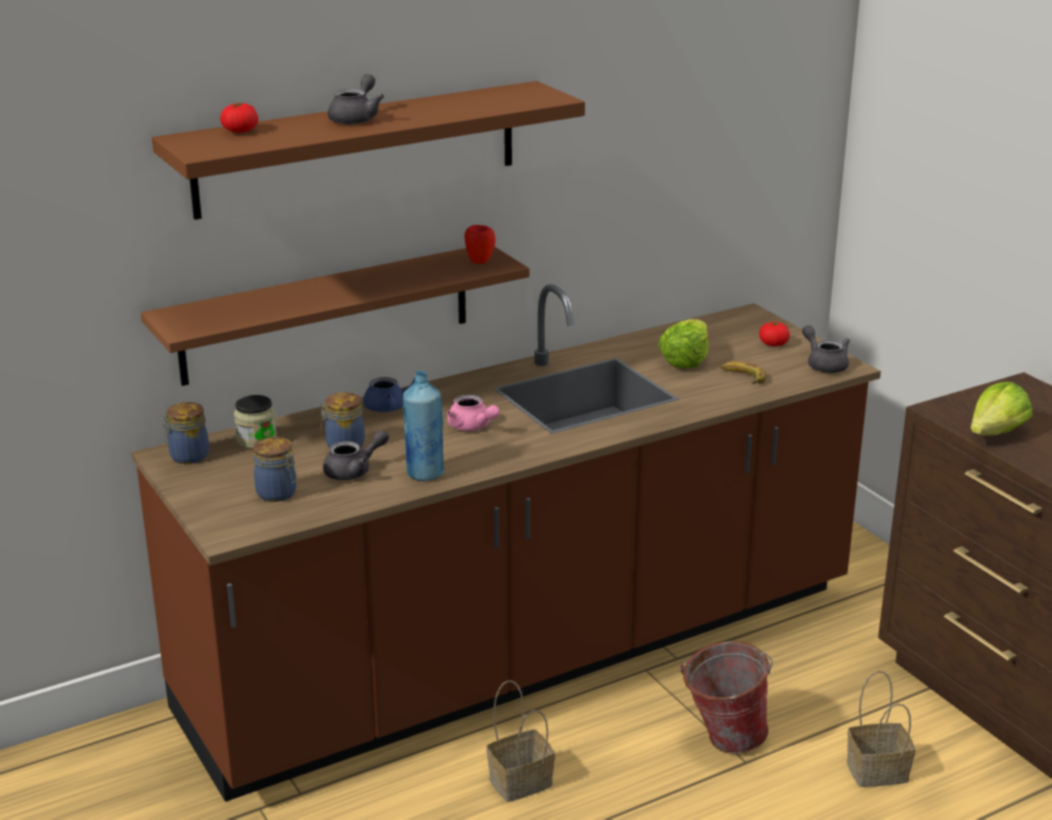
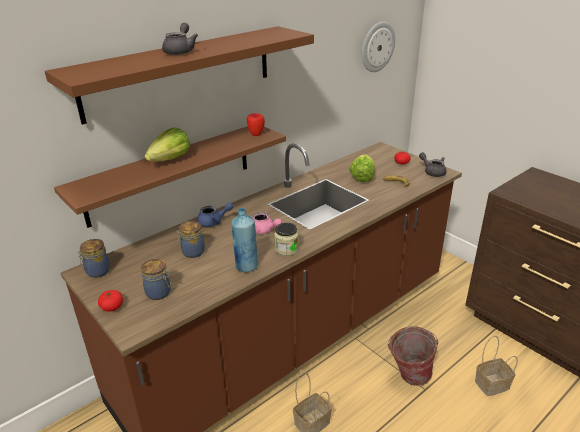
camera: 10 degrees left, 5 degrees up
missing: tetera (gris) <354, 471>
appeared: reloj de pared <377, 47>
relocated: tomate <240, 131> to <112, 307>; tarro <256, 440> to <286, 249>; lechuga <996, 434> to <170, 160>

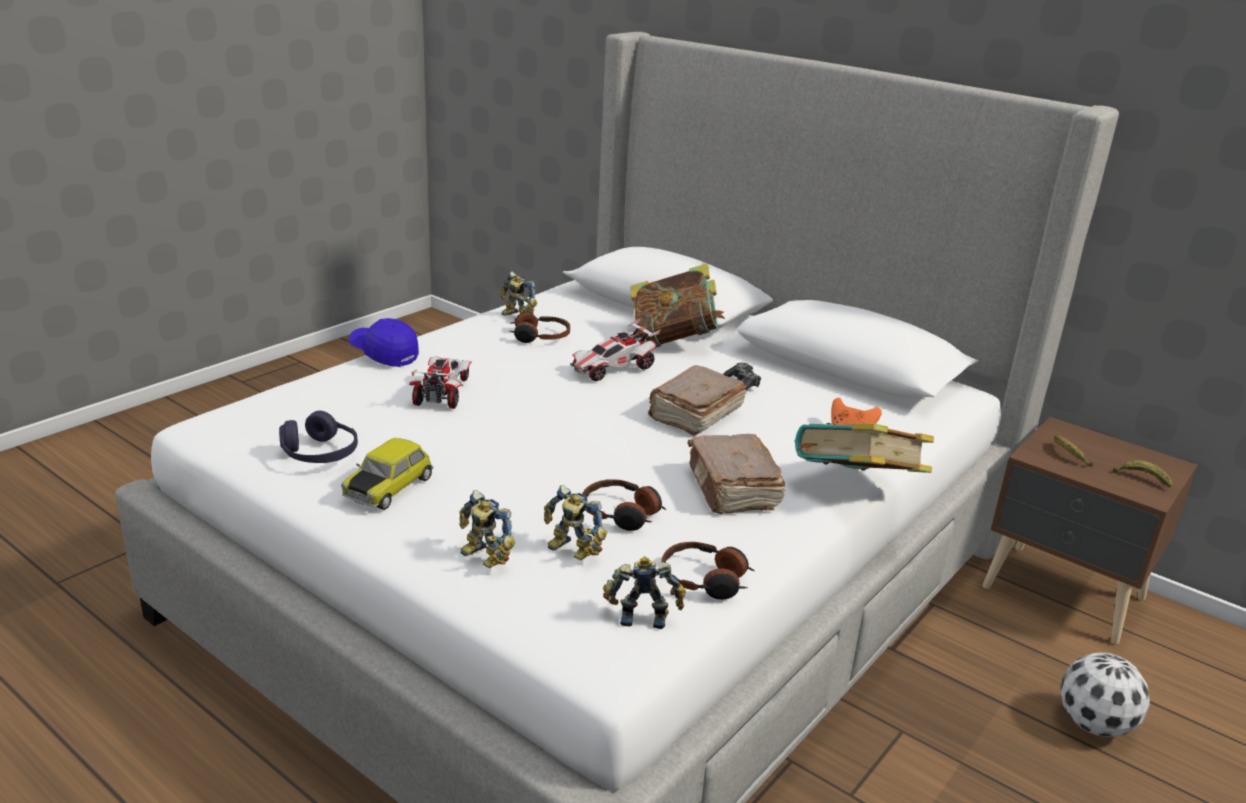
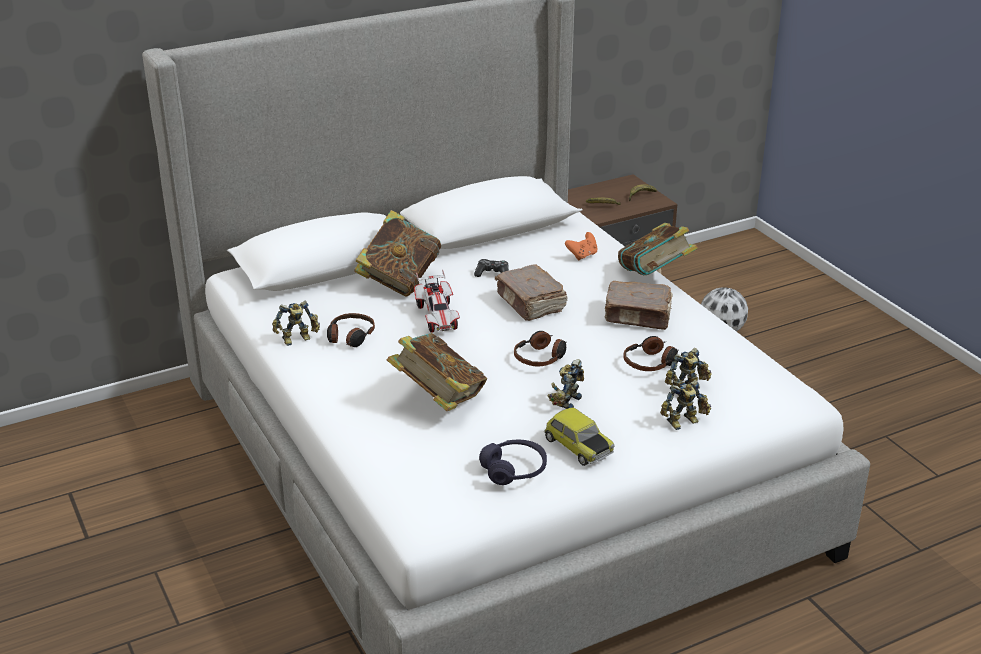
camera: 65 degrees left, 5 degrees up
missing: gorra (azul) <384, 354>
relocated: robot de juguete <642, 615> to <566, 401>; auriculares <705, 580> to <541, 357>
exchanged: coche de juguete <442, 392> to libro <438, 399>

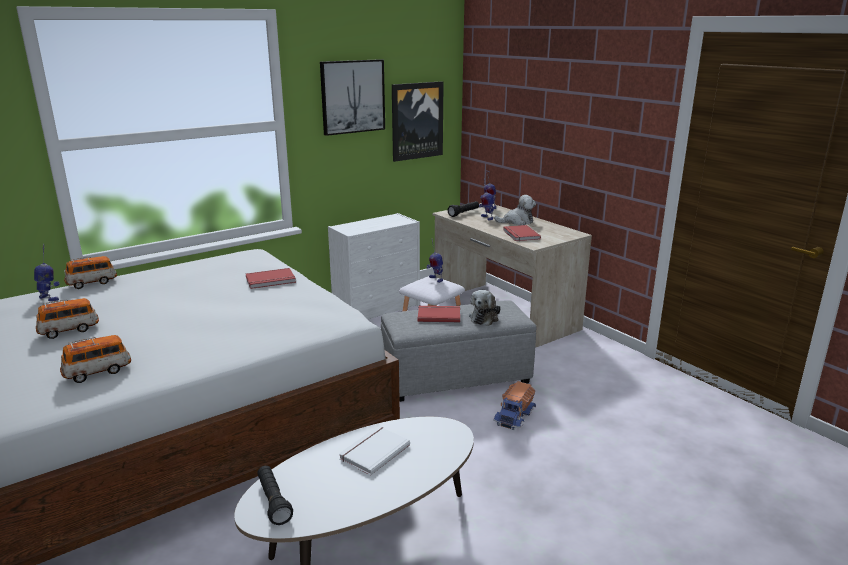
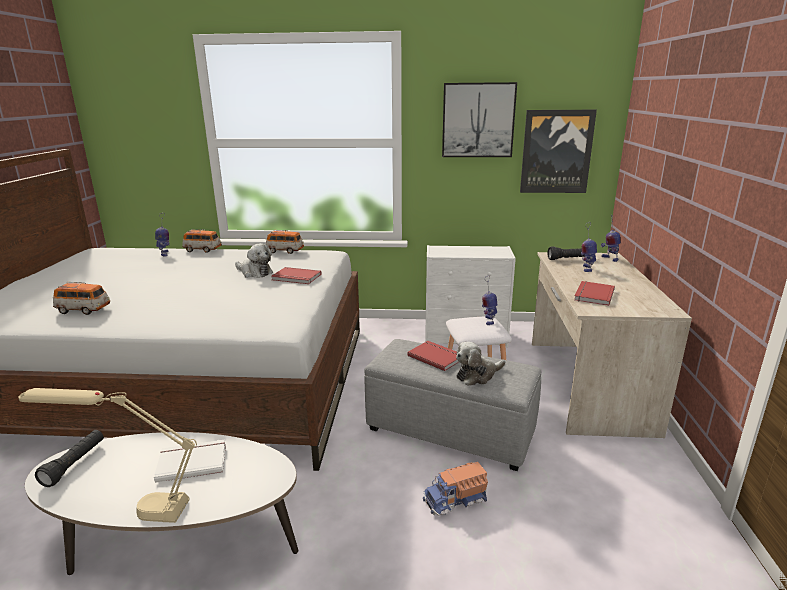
camera: 40 degrees right, 0 degrees up
appeared: lámpara de mesa (beis) <131, 507>
relocated: coche de juguete <69, 330> to <285, 251>; peluche <517, 222> to <254, 272>

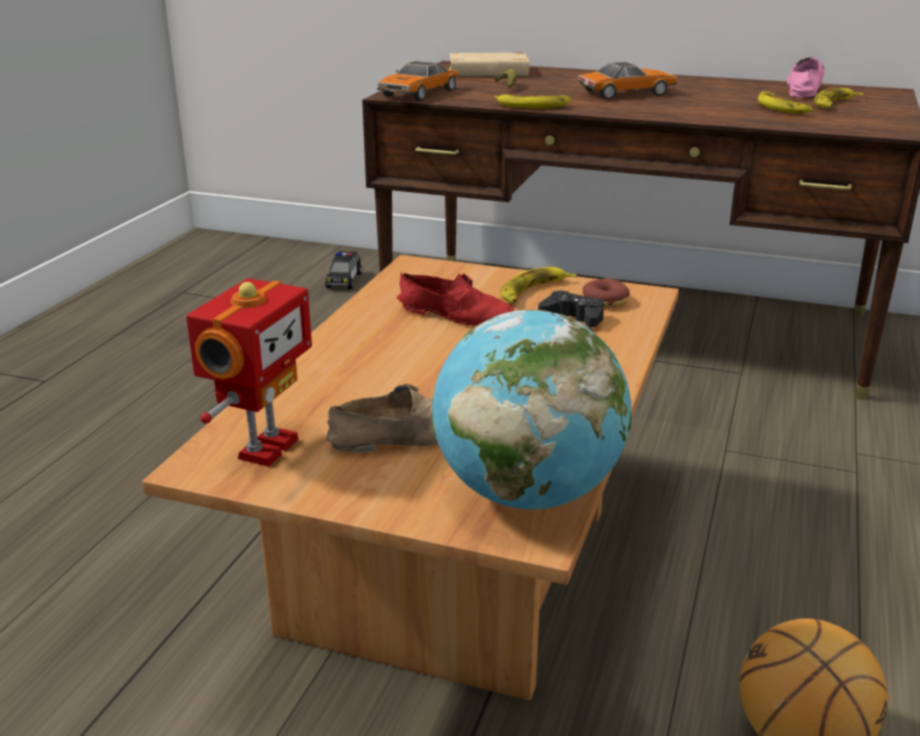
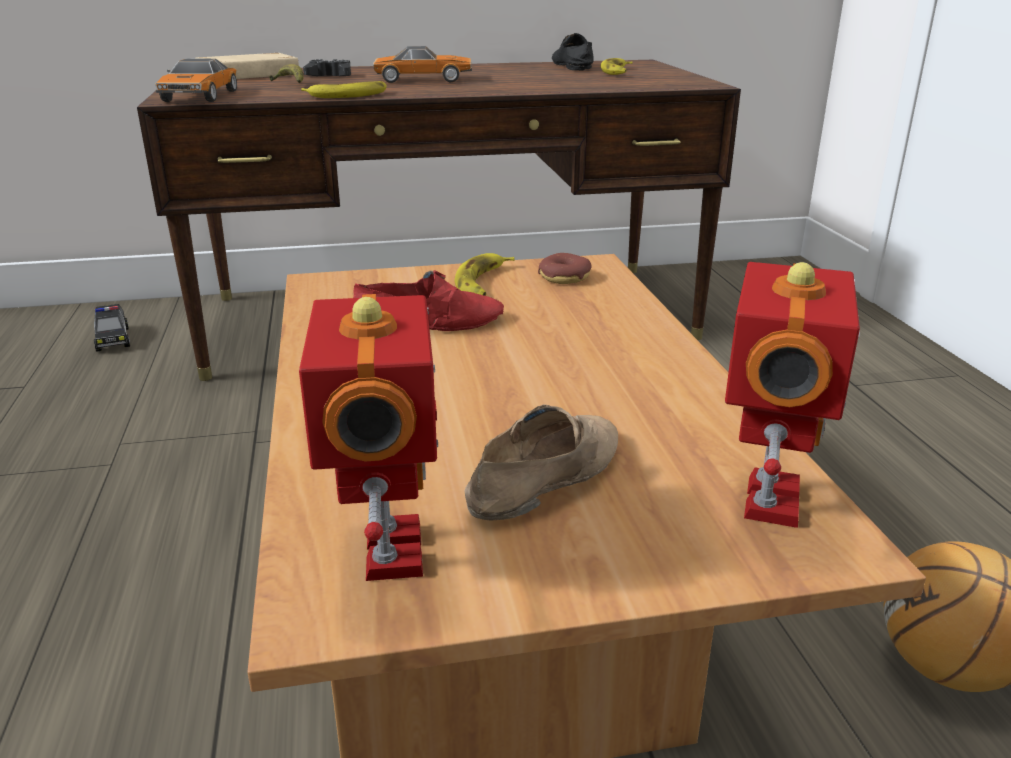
camera: 30 degrees left, 0 degrees up
missing: plátano <782, 108>
relocated: mando de consola (negro) <573, 317> to <329, 76>
exchanged: globo terráqueo <527, 493> to robot de juguete <765, 499>
colour: zapato (rosa) <801, 90> to zapato (negro) <571, 66>
spun: coche de juguete <626, 93> = <424, 79> 45 degrees clockwise

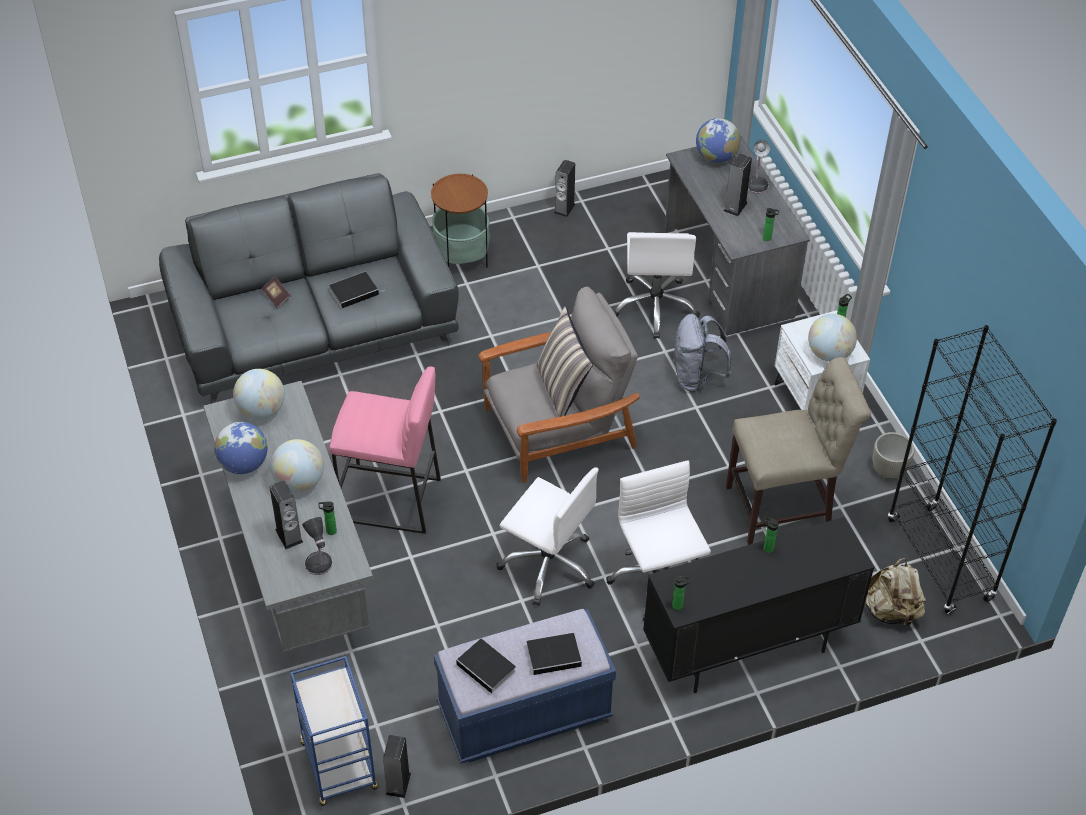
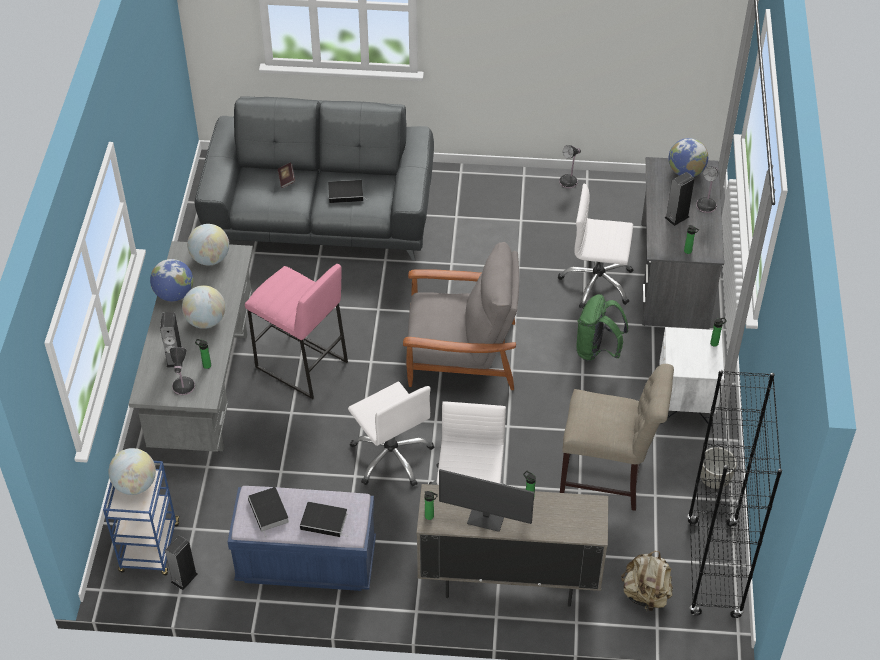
camera: 25 degrees right, 0 degrees up
missing: mesa auxiliar <461, 258>; cojín <562, 389>
appeared: monitor <486, 518>
relocated: globo terráqueo <829, 354> to <135, 485>
exchanged: altavoz <564, 208> to lámpara de mesa <569, 181>
colour: armario (negro) <747, 650> to armario (beis) <508, 580>; mochila (gris) <697, 377> to mochila (verde) <597, 350>
spun: silla de oficina (blanco) <655, 307> = <597, 283> 75 degrees clockwise

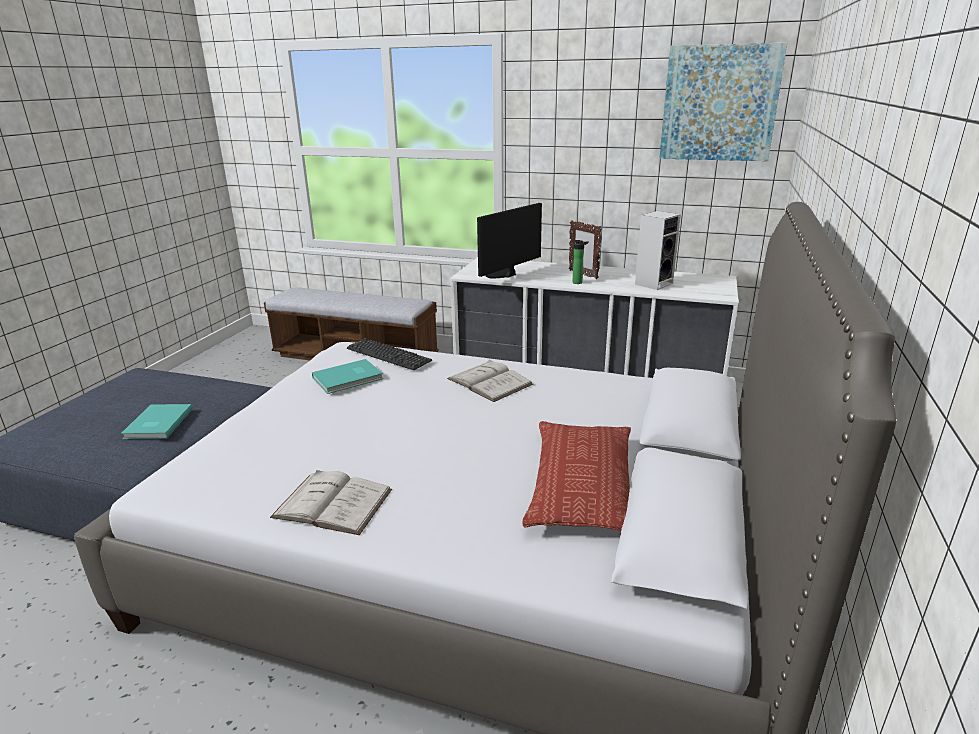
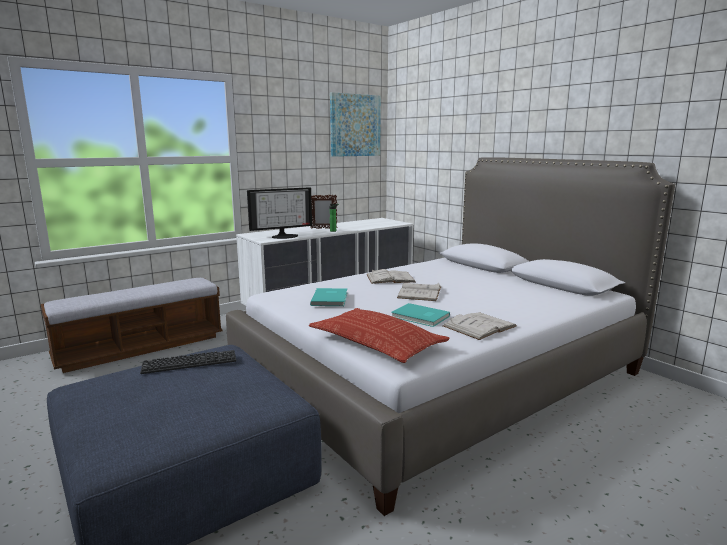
camera: 55 degrees left, 10 degrees down
missing: altavoz <654, 283>
appeared: libro (blanco) <420, 292>
relocated: libro (turquesa) <157, 424> to <420, 317>; teclado <388, 355> to <189, 362>; cojín <581, 484> to <376, 342>
spun: monitor <503, 274> = <284, 236> 105 degrees counterclockwise

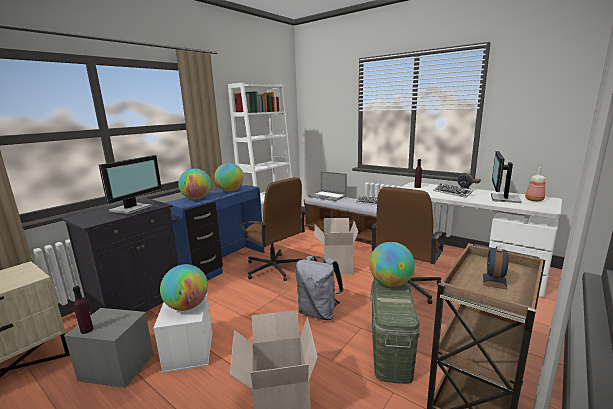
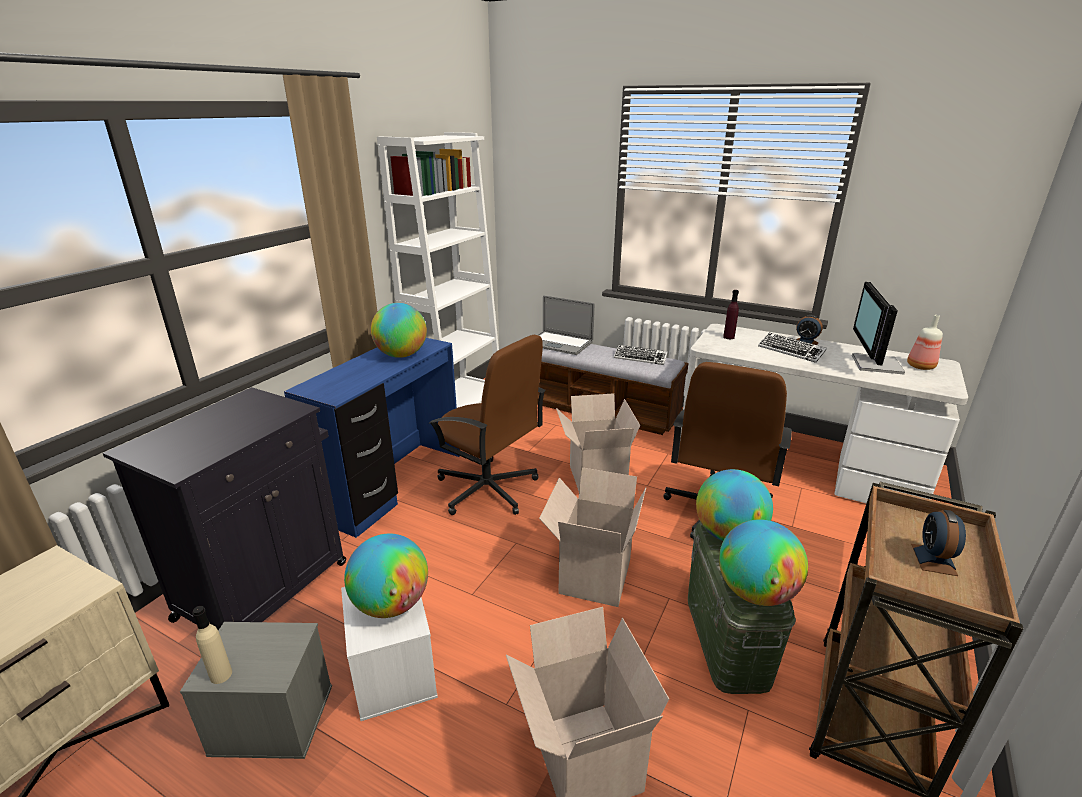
camera: 10 degrees left, 10 degrees up
missing: monitor <132, 208>
relocated: globo terráqueo <196, 199> to <755, 593>
exchanged: mochila (gris) <319, 312> to caja de cartón <593, 574>
colour: botella (morado) <87, 330> to botella (beis) <221, 675>

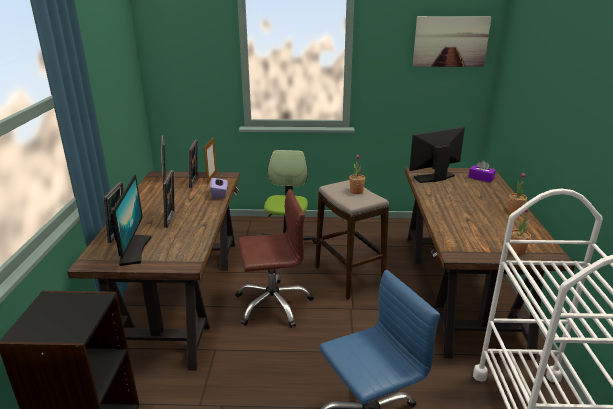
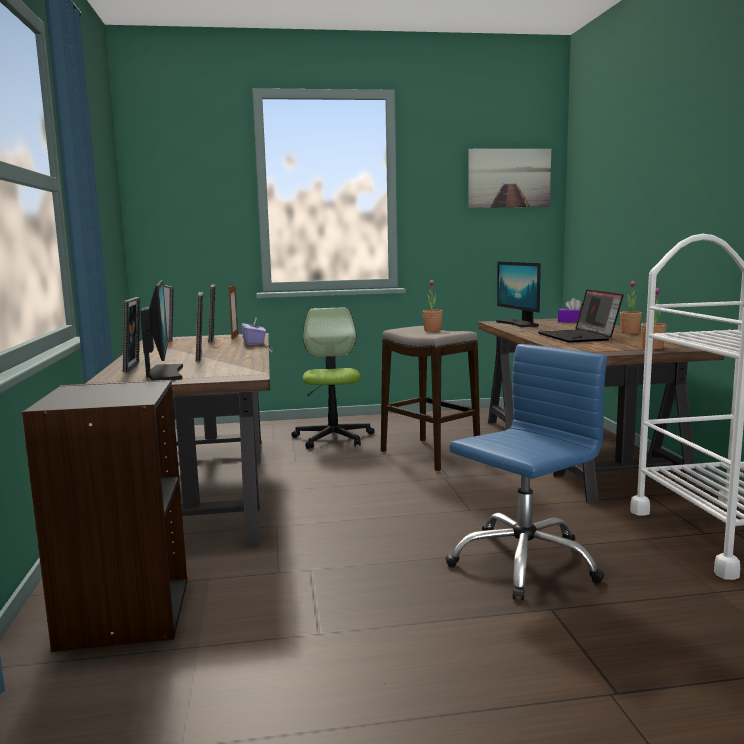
camera: 10 degrees left, 15 degrees down
missing: silla de oficina (marrón) <273, 304>
appeared: portátil <579, 337>
spun: monitor <434, 177> = <518, 324> 75 degrees counterclockwise

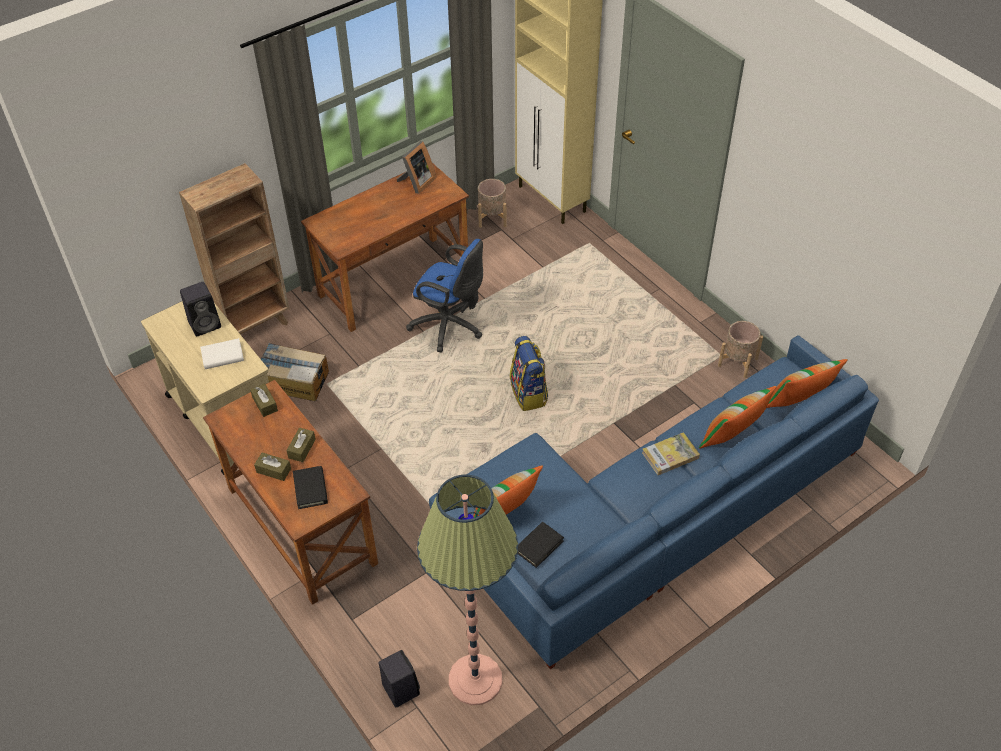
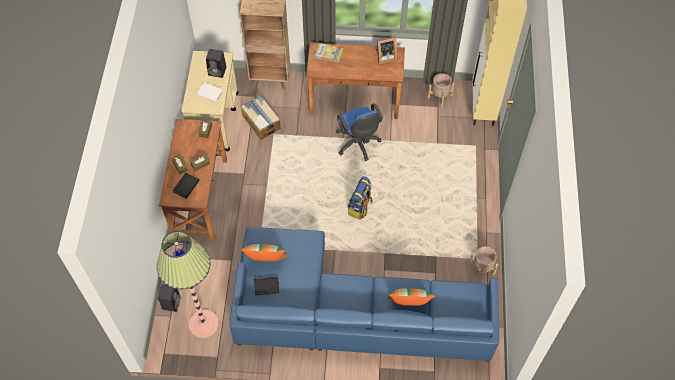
camera: 40 degrees right, 10 degrees up
missing: cojín <797, 404>
relocated: libro <670, 455> to <328, 54>

